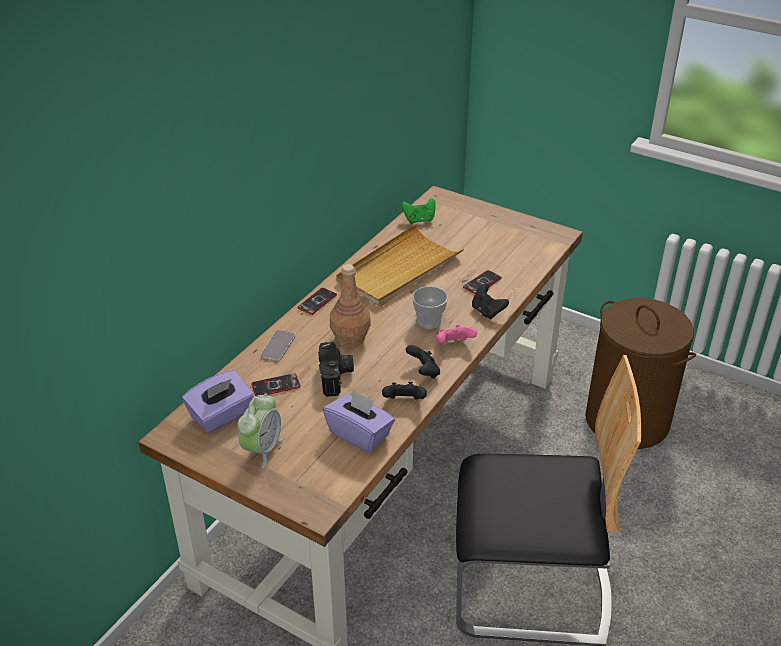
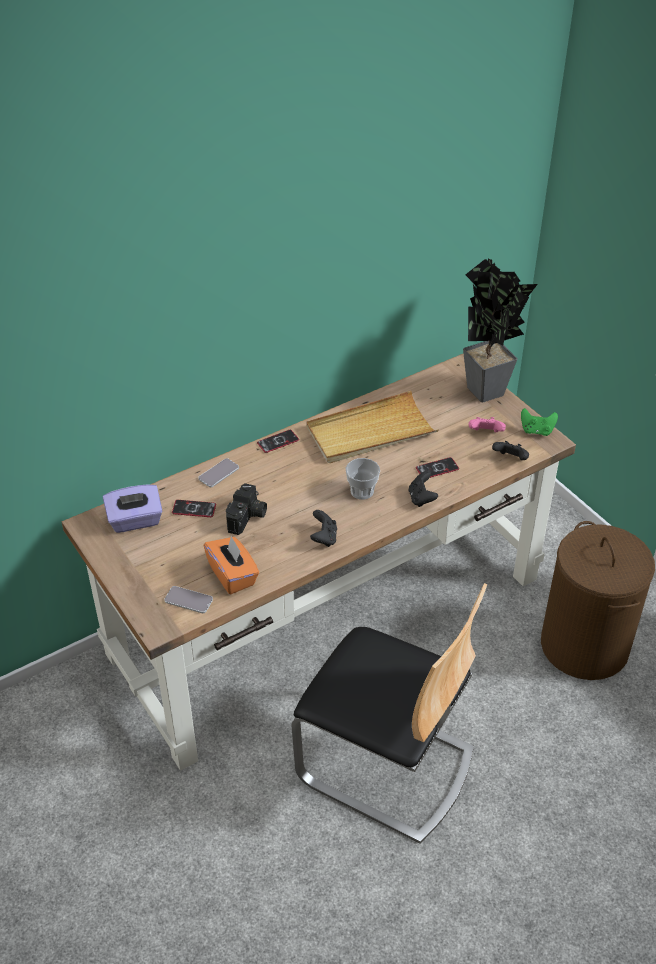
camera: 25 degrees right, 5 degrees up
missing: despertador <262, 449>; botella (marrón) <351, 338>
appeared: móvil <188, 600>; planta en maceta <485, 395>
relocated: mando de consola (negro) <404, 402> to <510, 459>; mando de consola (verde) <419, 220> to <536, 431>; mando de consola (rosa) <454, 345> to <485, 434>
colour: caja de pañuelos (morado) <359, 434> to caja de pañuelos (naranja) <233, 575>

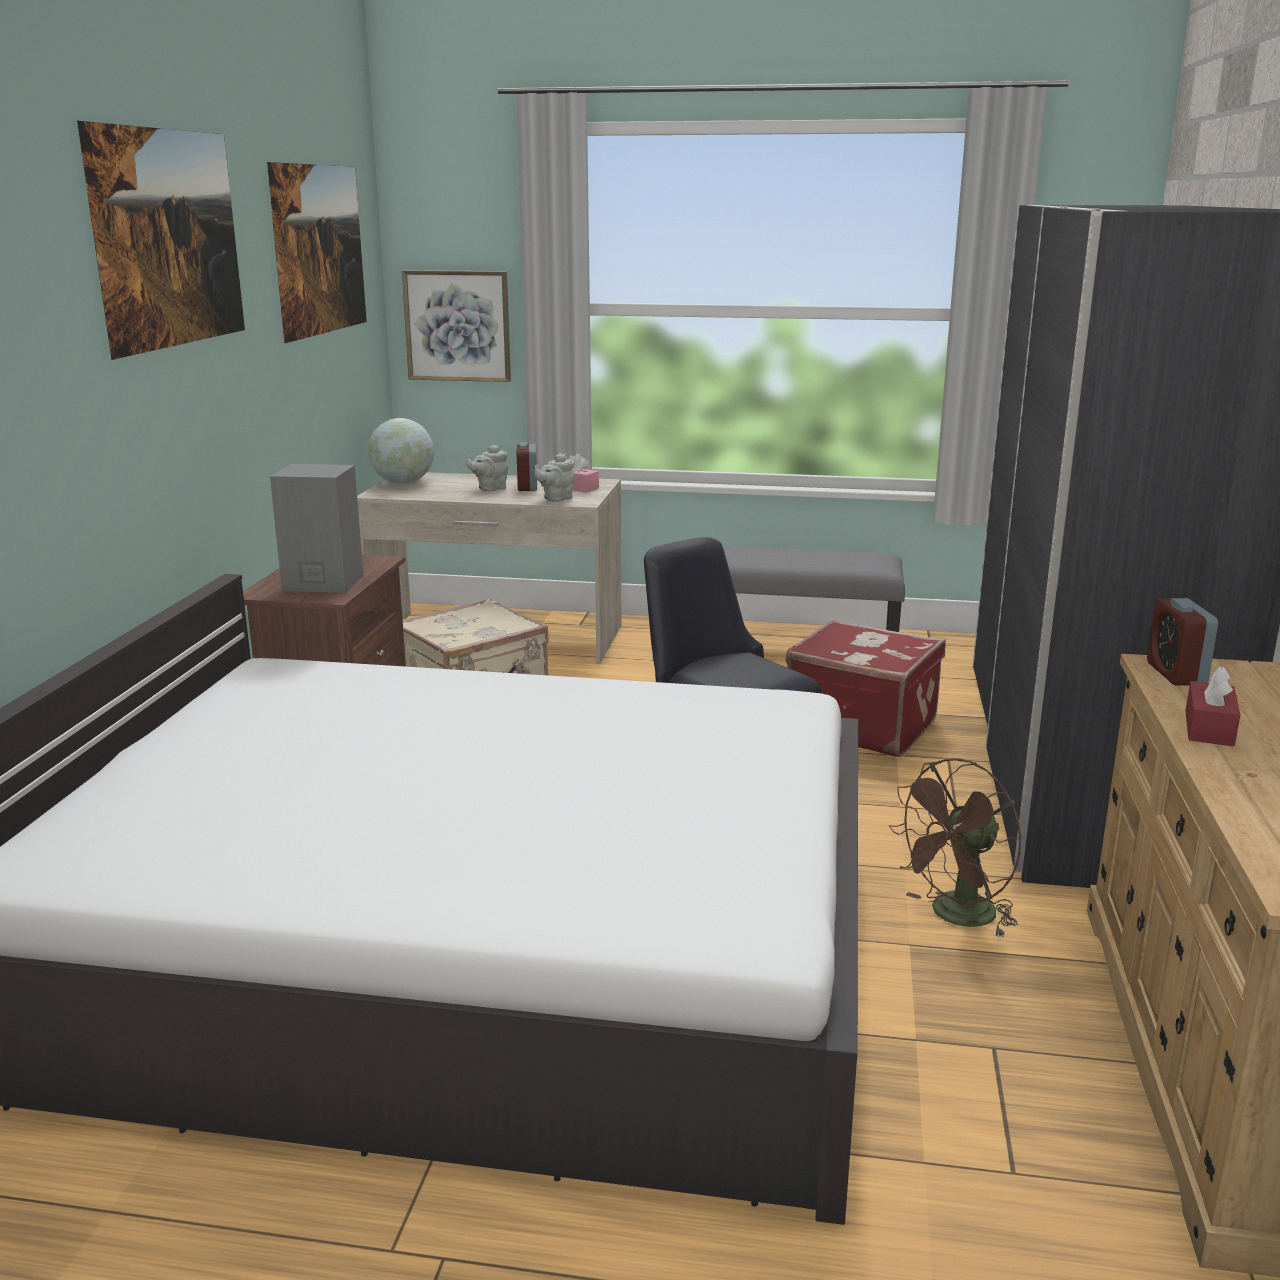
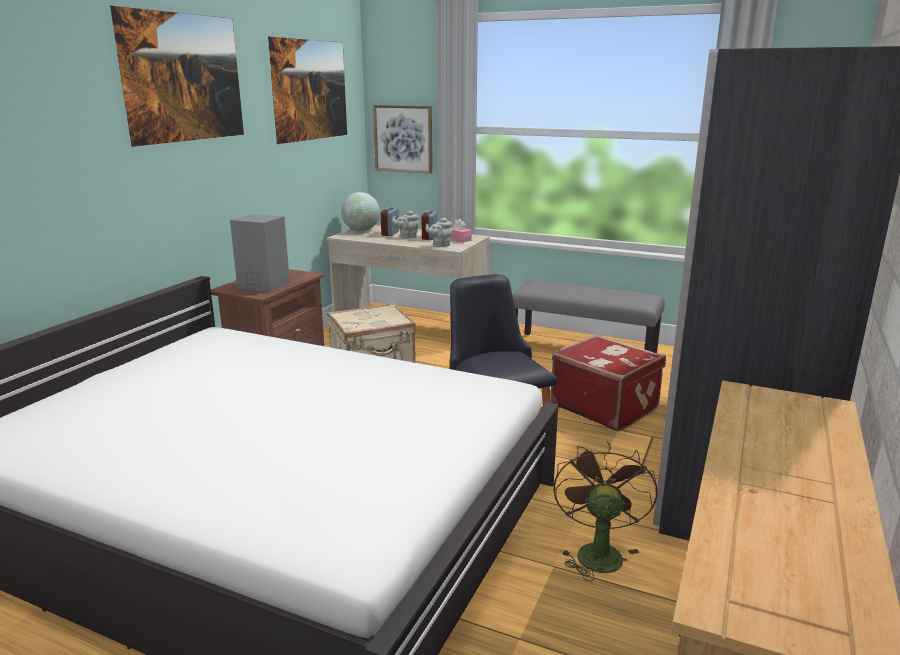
camera: 15 degrees right, 0 degrees up
missing: caja de pañuelos (rojo) <1209, 728>
relocated: despertador <1176, 674> to <390, 233>
spun: ventilador (marrón) <956, 917> = <597, 551> 120 degrees clockwise

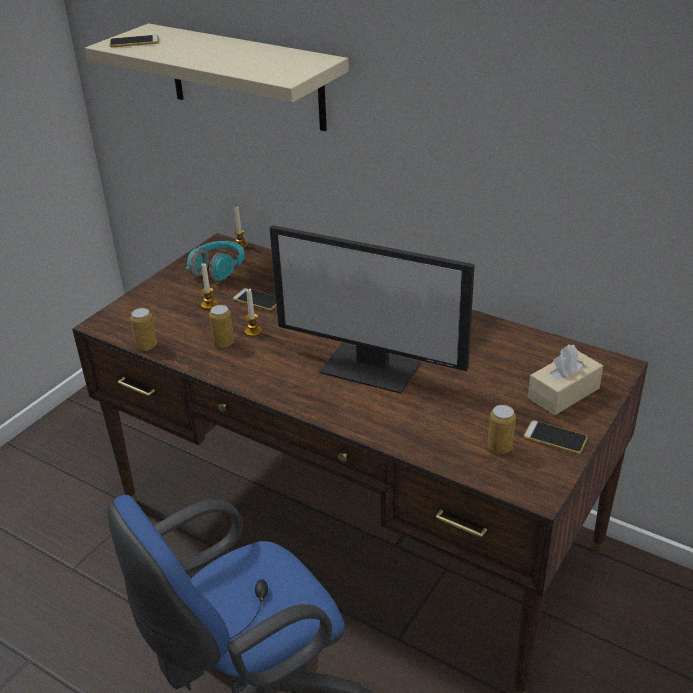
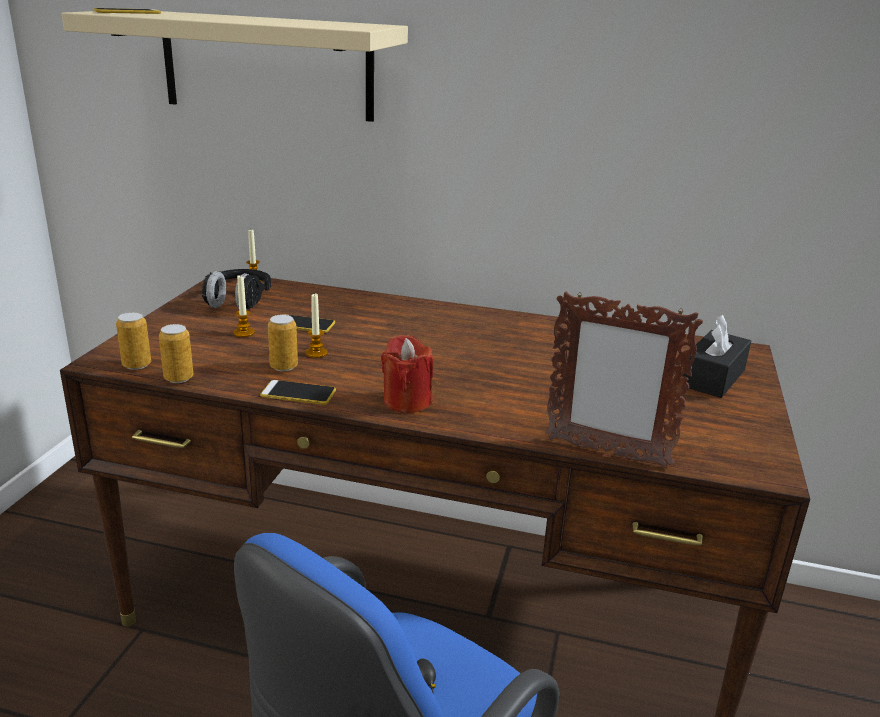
camera: 20 degrees left, 10 degrees down
missing: monitor <372, 367>
appeared: vela (rojo) <406, 402>; portarretratos <605, 452>
relocated: lata <500, 447> to <137, 365>; móvil <555, 438> to <298, 393>
colour: auriculares (turquesa) <218, 270> to auriculares (negro) <238, 302>; caja de pañuelos (beis) <563, 393> to caja de pañuelos (negro) <712, 378>

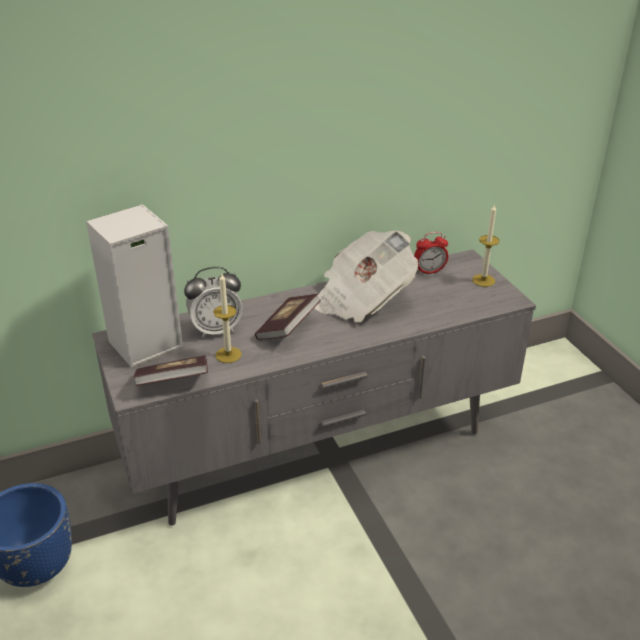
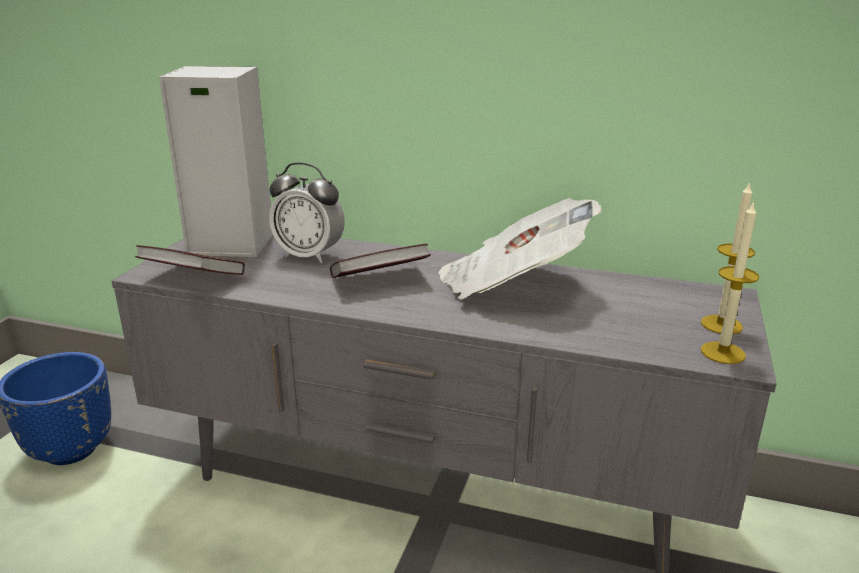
camera: 40 degrees right, 10 degrees down
missing: despertador <429, 271>
relocated: vela <228, 355> to <722, 352>

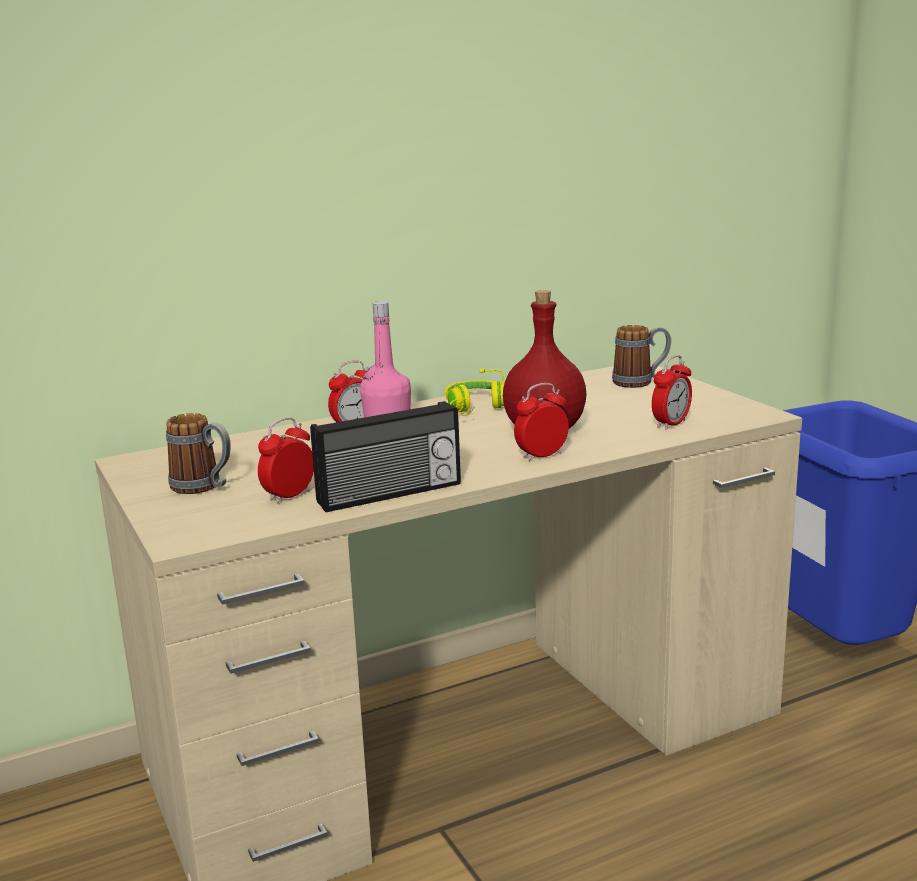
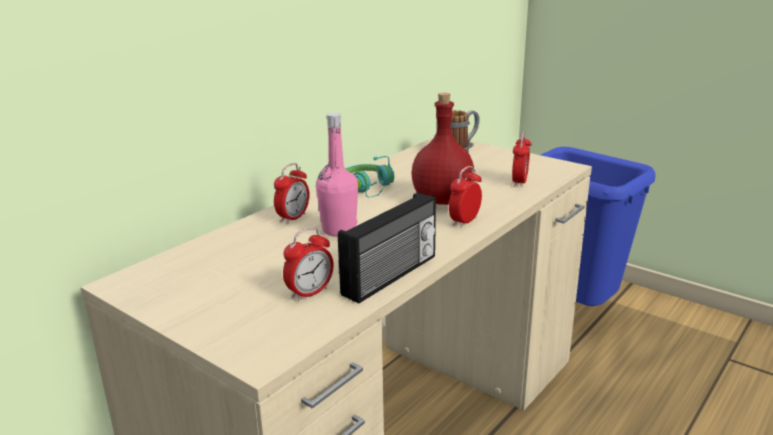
camera: 25 degrees left, 5 degrees up
missing: taza grande <204, 487>
colour: auriculares (amarillo) <474, 409> to auriculares (turquesa) <369, 188>
spun: despertador <289, 496> = <310, 293> 150 degrees counterclockwise

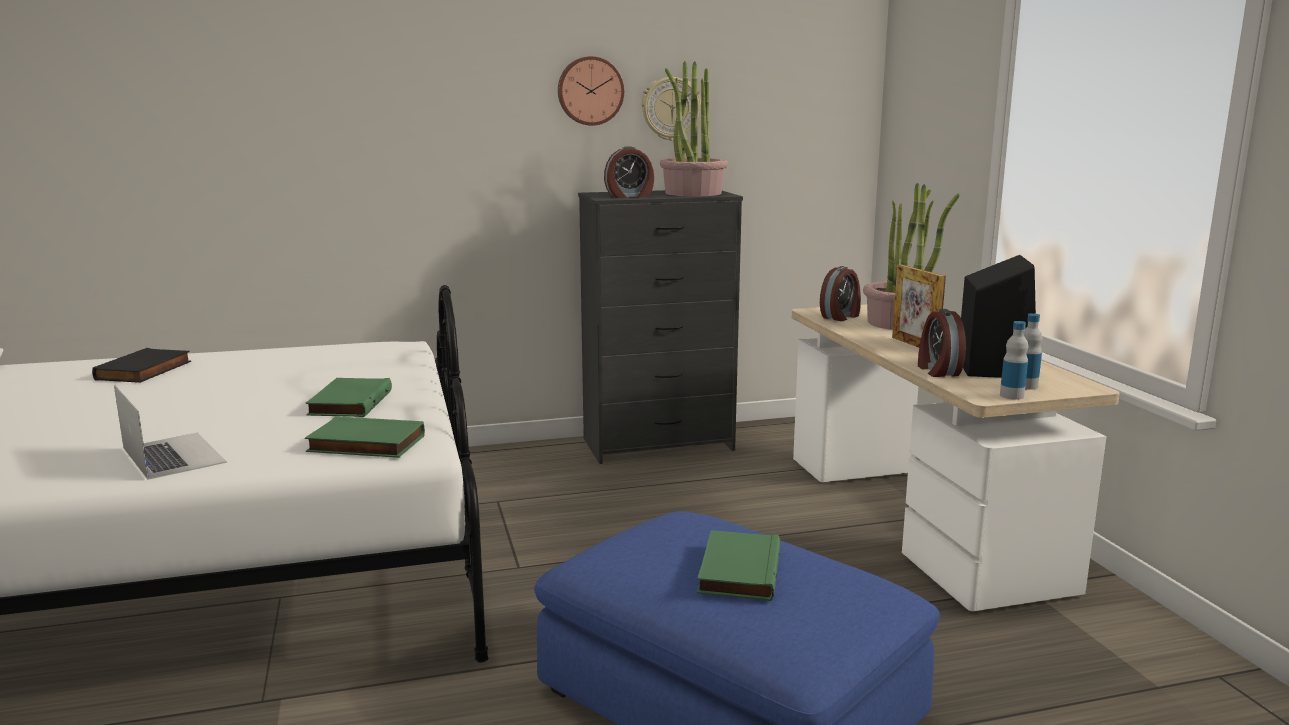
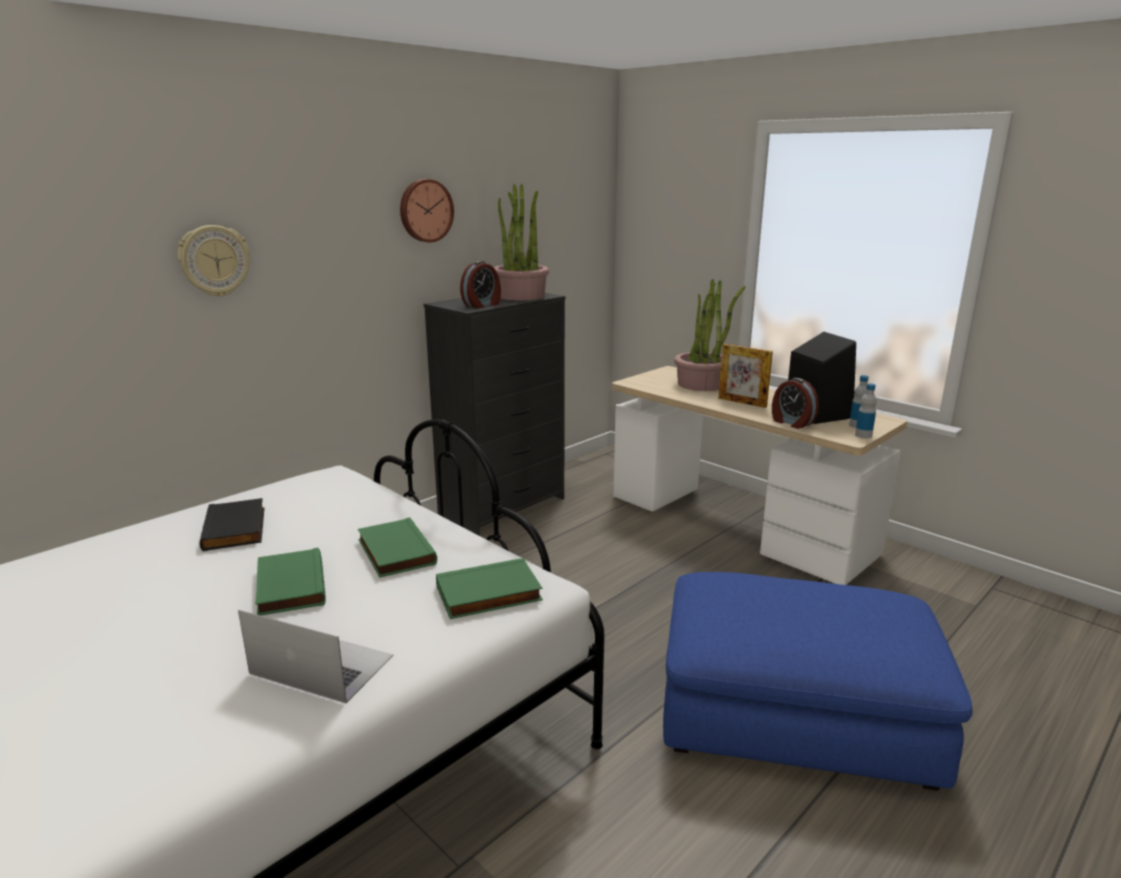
camera: 30 degrees left, 5 degrees up
missing: despertador <841, 317>
relocated: libro (negro) <145, 371> to <237, 529>; reloj de pared <670, 108> to <214, 261>; libro (verde) <737, 570> to <288, 586>

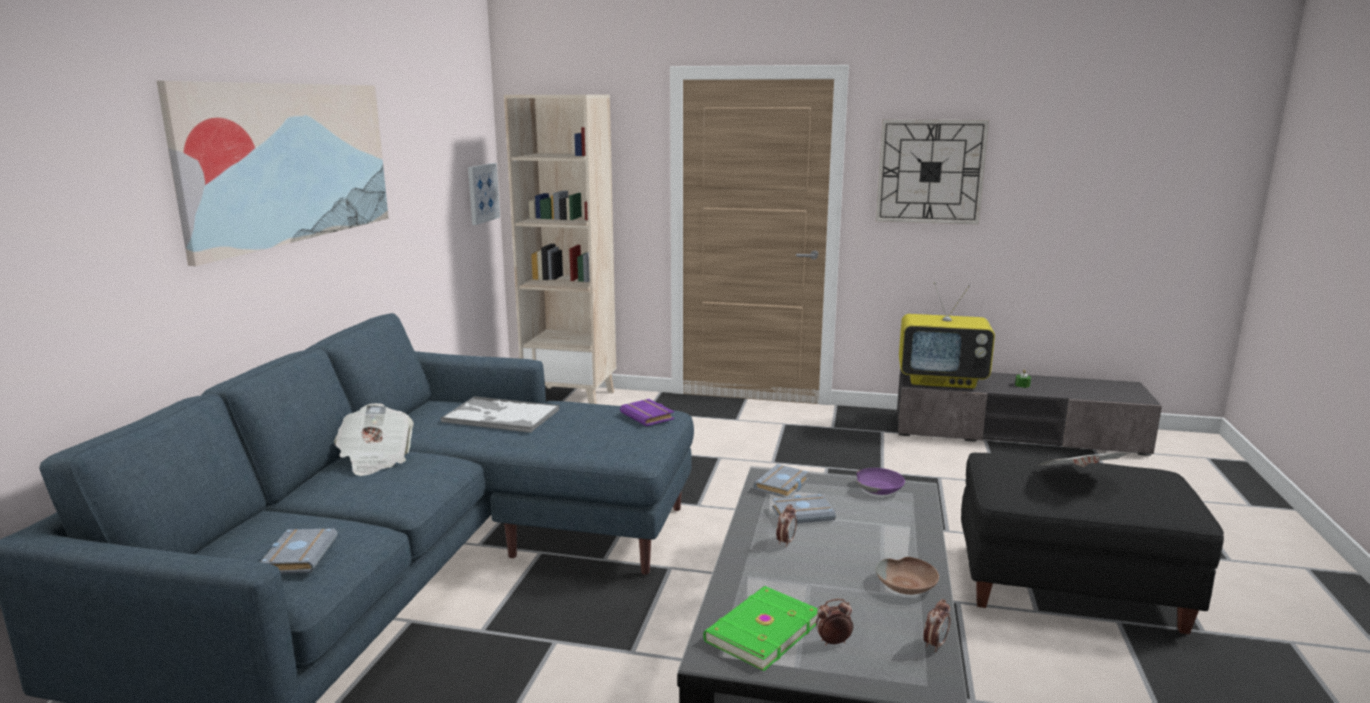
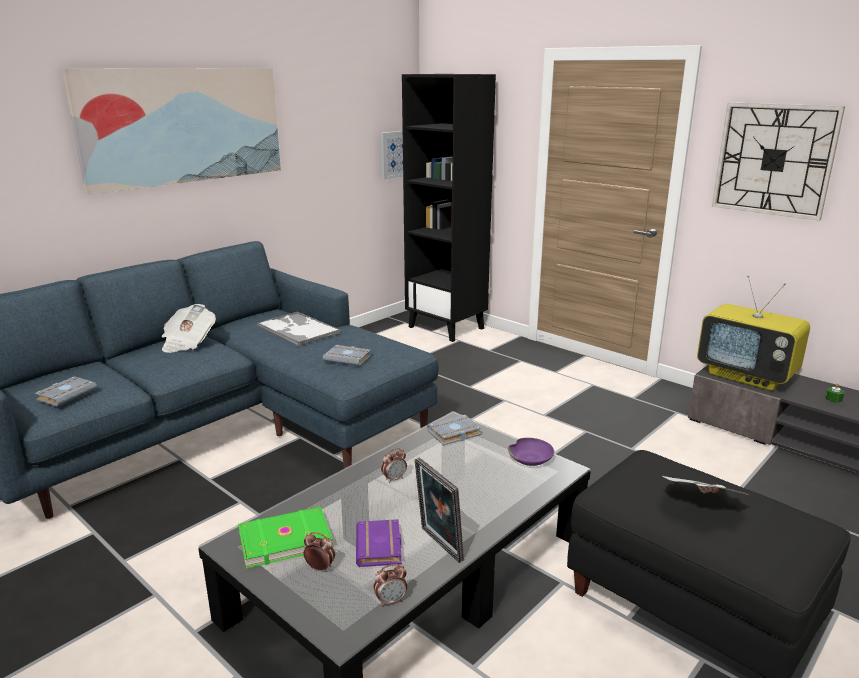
camera: 30 degrees right, 5 degrees up
relocated: libro (morado) <649, 416> to <380, 548>; libro (gris) <803, 513> to <349, 359>
exchanged: cuenco (marrón) <907, 584> to portarretratos <438, 545>
colour: estantería (beis) <571, 398> to estantería (negro) <447, 327>

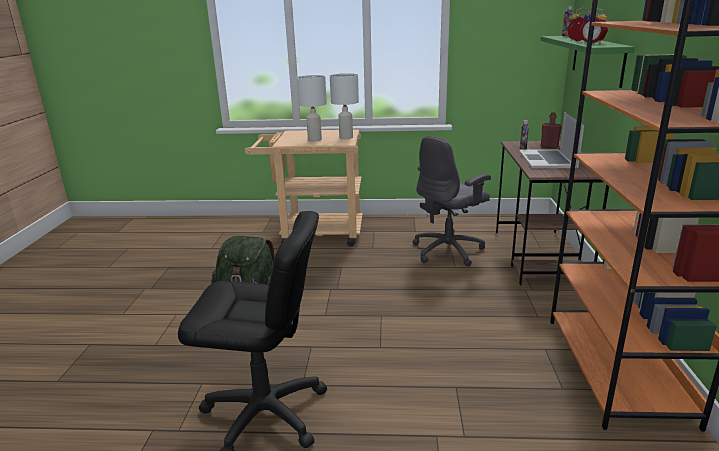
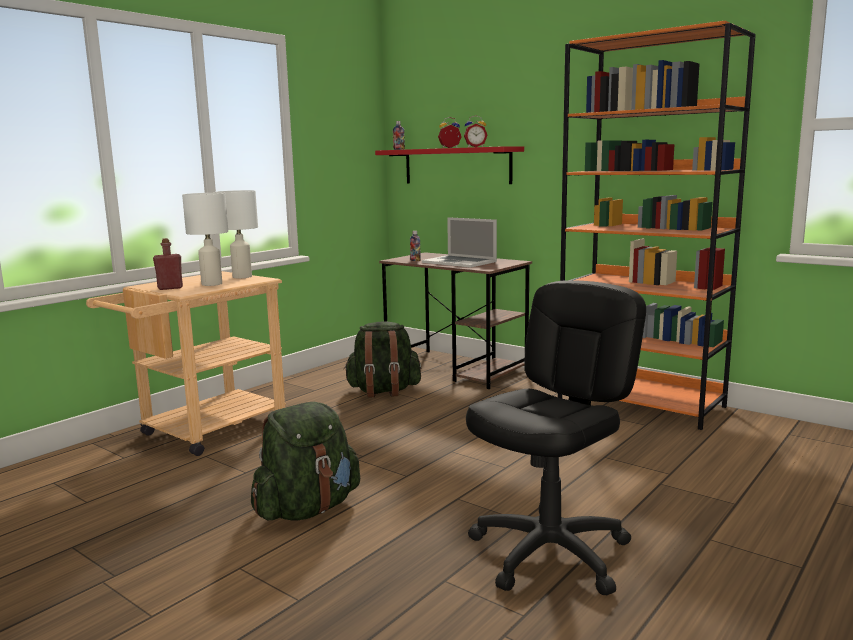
camera: 55 degrees left, 10 degrees down
relocated: botella (rojo) <549, 147> to <170, 288>
exchanged: silla de oficina (gris) <448, 251> to mochila (verde) <383, 391>
colour: estante (verde) <597, 59> to estante (rojo) <456, 166>

